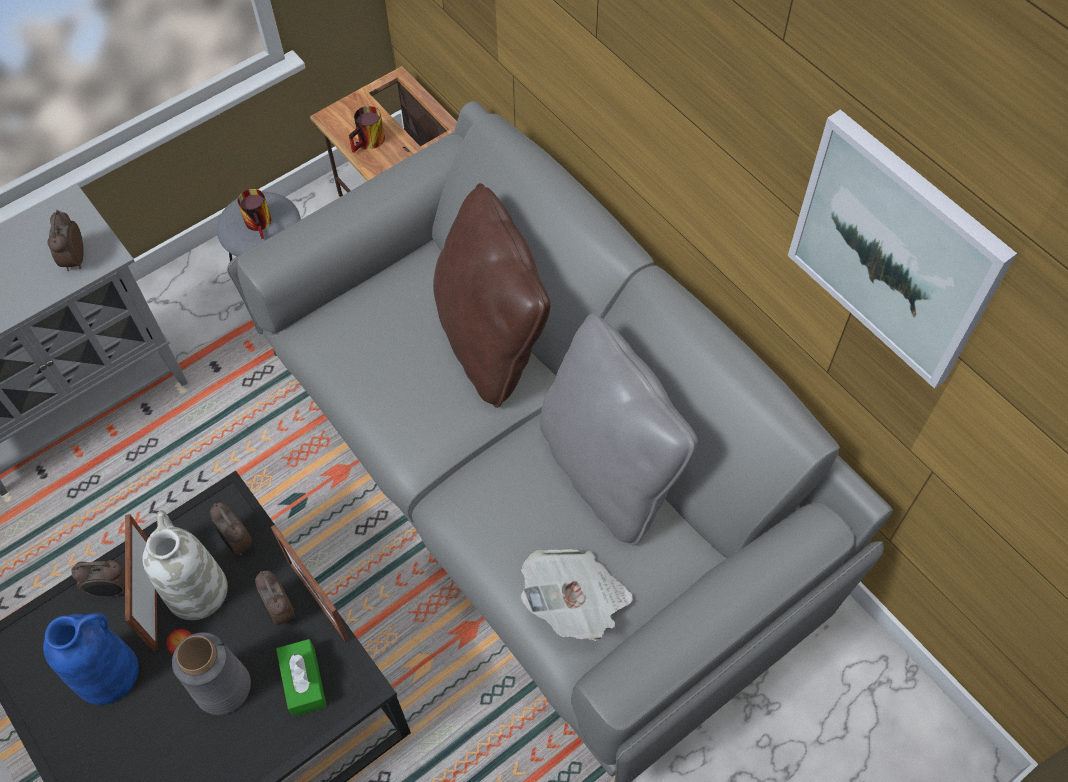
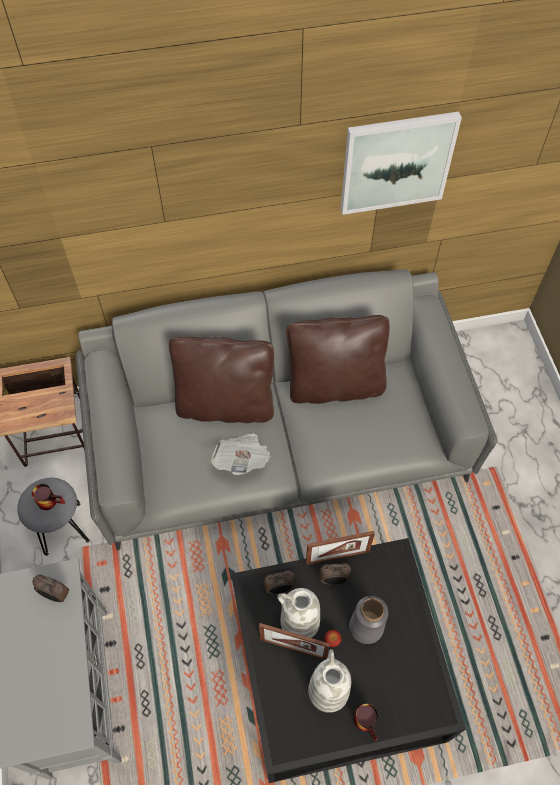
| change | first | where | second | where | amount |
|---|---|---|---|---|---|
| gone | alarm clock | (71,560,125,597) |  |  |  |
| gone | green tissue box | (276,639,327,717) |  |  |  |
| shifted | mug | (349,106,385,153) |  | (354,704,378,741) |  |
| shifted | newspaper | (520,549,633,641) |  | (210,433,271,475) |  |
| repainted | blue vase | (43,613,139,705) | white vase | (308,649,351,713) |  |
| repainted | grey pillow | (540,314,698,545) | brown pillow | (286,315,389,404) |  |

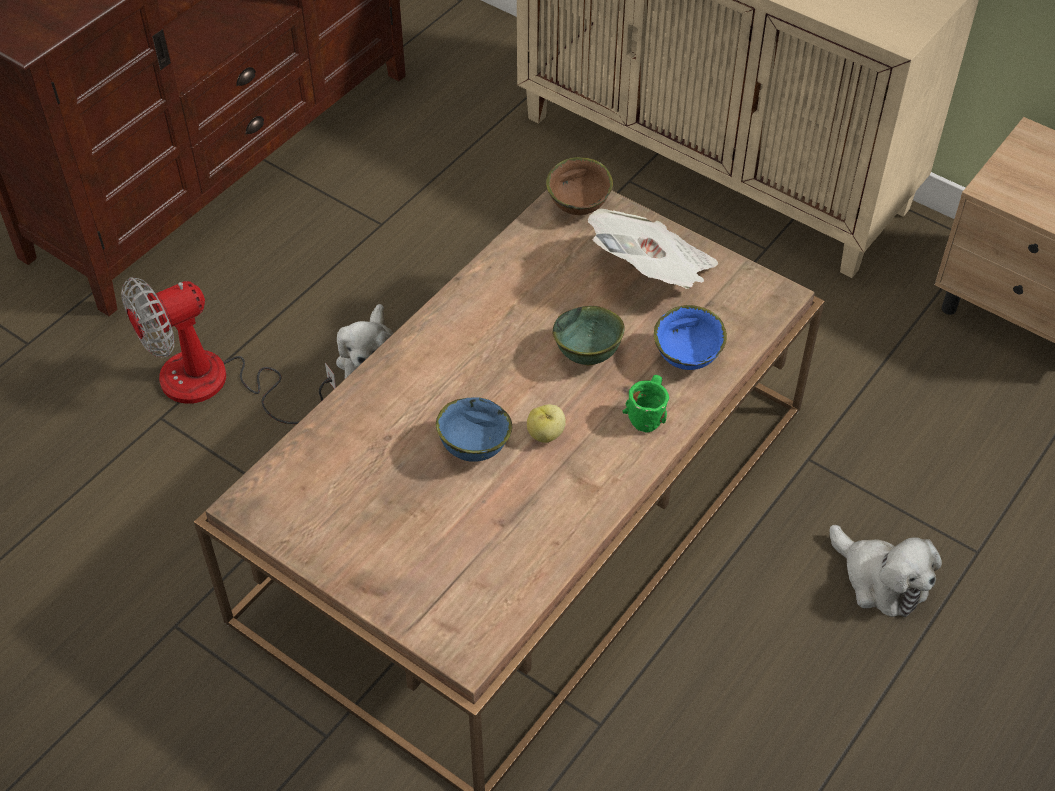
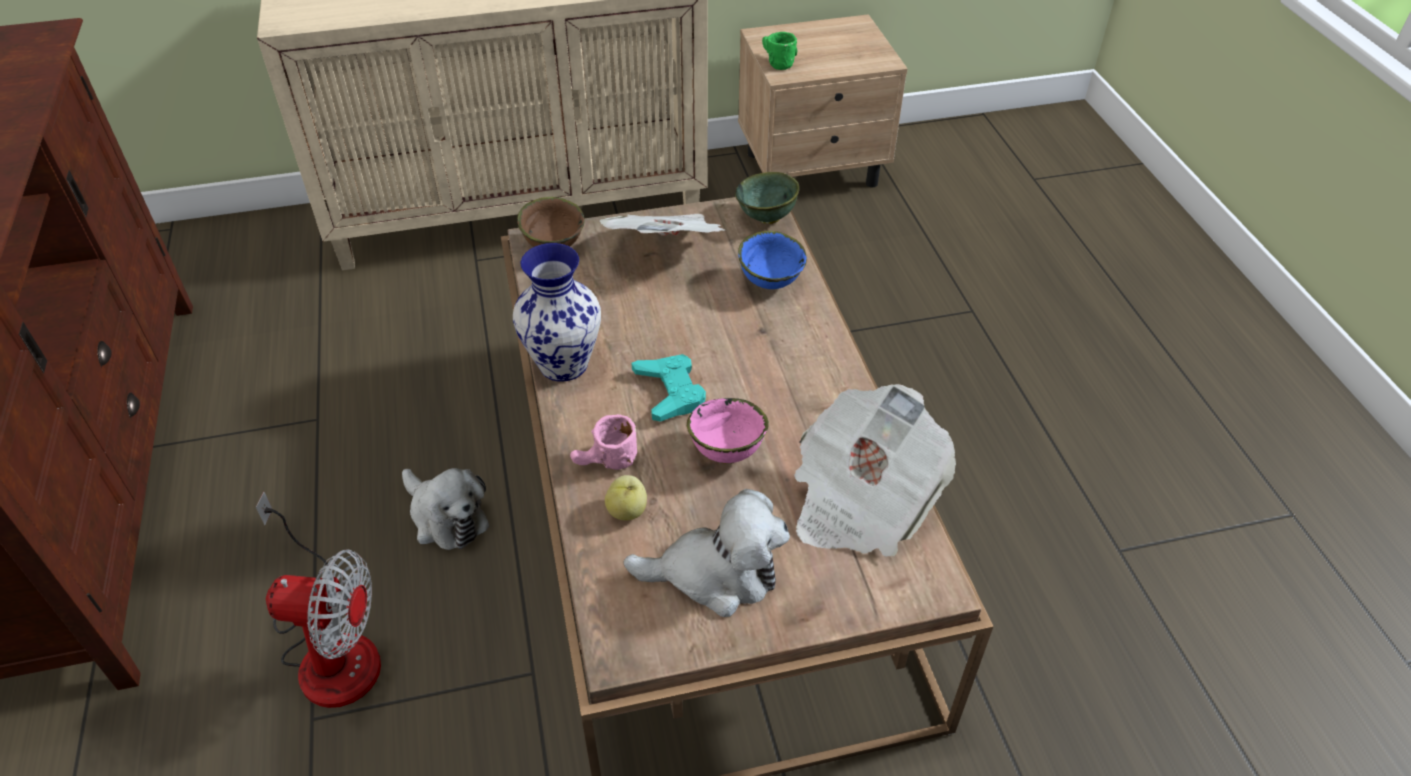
| change | first | where | second | where | amount |
|---|---|---|---|---|---|
| new |  |  | vase | (513,243,601,382) |  |
| new |  |  | pink mug | (570,414,637,470) |  |
| new |  |  | turquoise game controller | (632,354,706,422) |  |
| new |  |  | newspaper | (794,384,956,557) |  |
| shifted | apple | (527,404,566,443) |  | (605,475,647,521) |  |
| shifted | green bowl | (553,306,625,365) |  | (735,172,799,224) |  |
| shifted | green mug | (623,375,669,433) |  | (762,32,797,70) |  |
| shifted | plush toy | (829,525,942,617) |  | (623,489,790,617) |  |
| repainted | blue bowl | (436,397,512,462) | pink bowl | (687,398,769,464) |  |
| rotated | fan | (121,277,336,424) |  | (256,492,381,708) | 90 degrees counterclockwise |

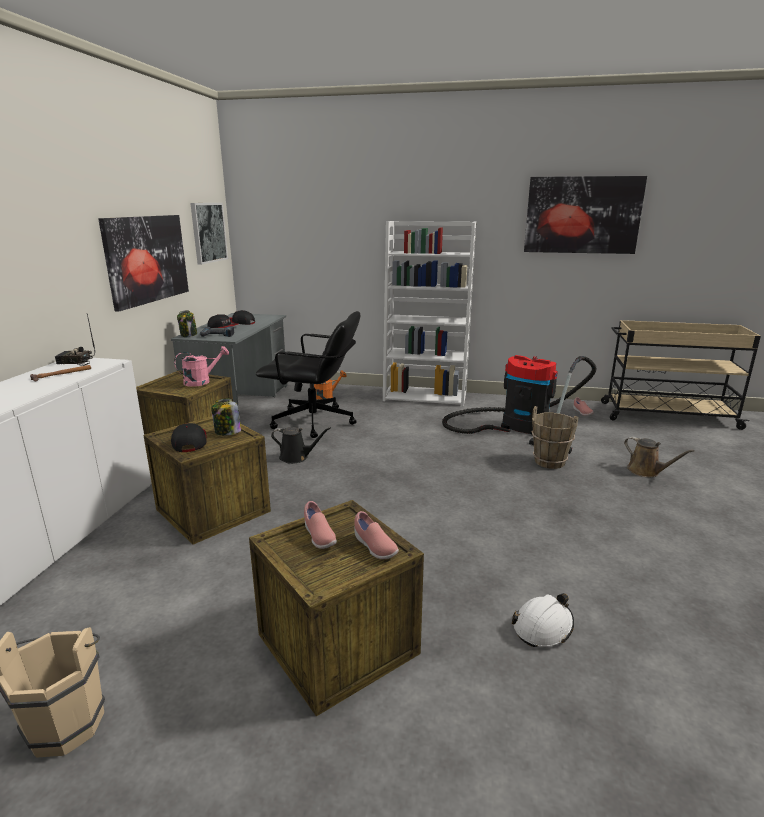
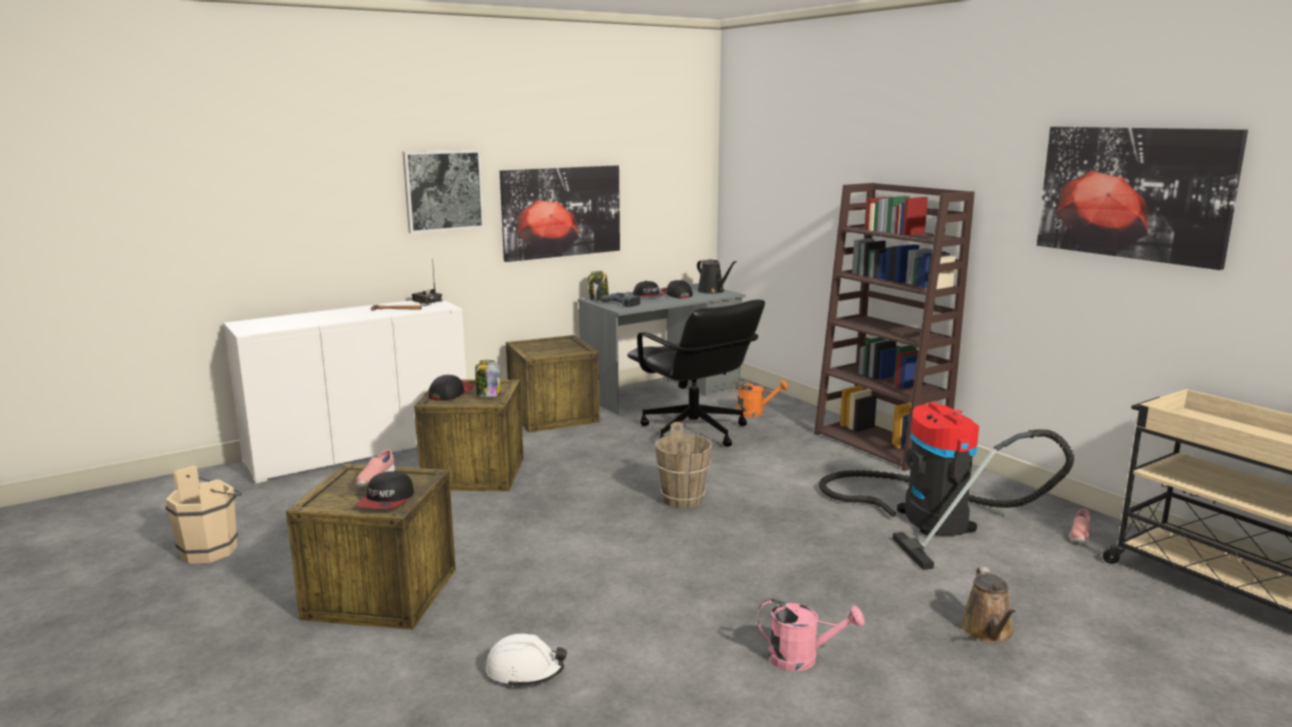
| change | first | where | second | where | amount |
|---|---|---|---|---|---|
| shifted | pink watering can | (174,346,229,387) |  | (757,599,864,671) |  |
| shifted | picture | (190,203,228,265) |  | (403,149,485,234) |  |
| shifted | black watering can | (271,427,331,464) |  | (697,259,736,294) |  |
| shifted | brown bucket | (531,406,578,469) |  | (655,422,712,508) |  |
| swapped | pink shoe | (354,511,399,559) | cap | (356,471,414,509) |  |
| repainted | white bookcase | (383,221,476,407) | brown bookcase | (814,183,975,471) |  |

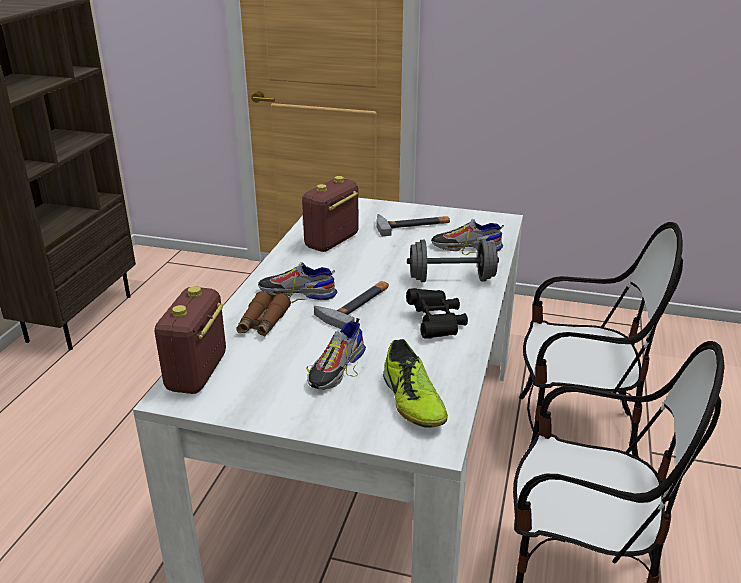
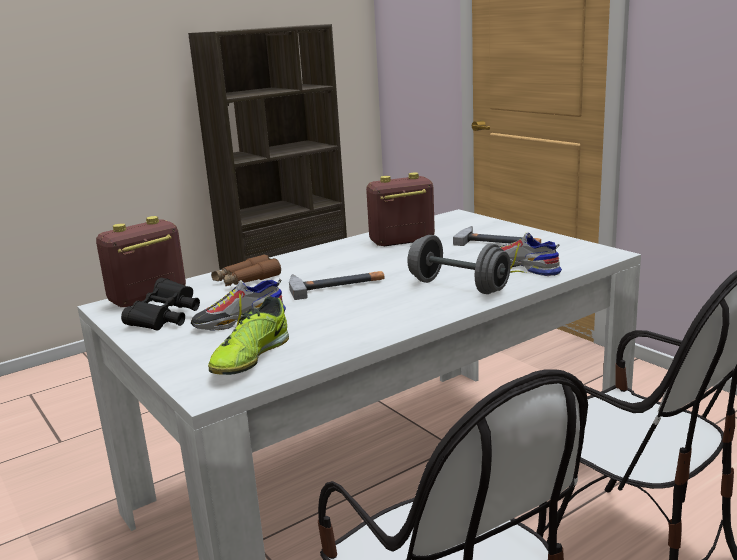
| change | first | where | second | where | amount |
|---|---|---|---|---|---|
| gone | shoe | (258,262,337,303) |  |  |  |
| shifted | black binoculars | (406,288,468,339) |  | (121,278,200,331) |  |

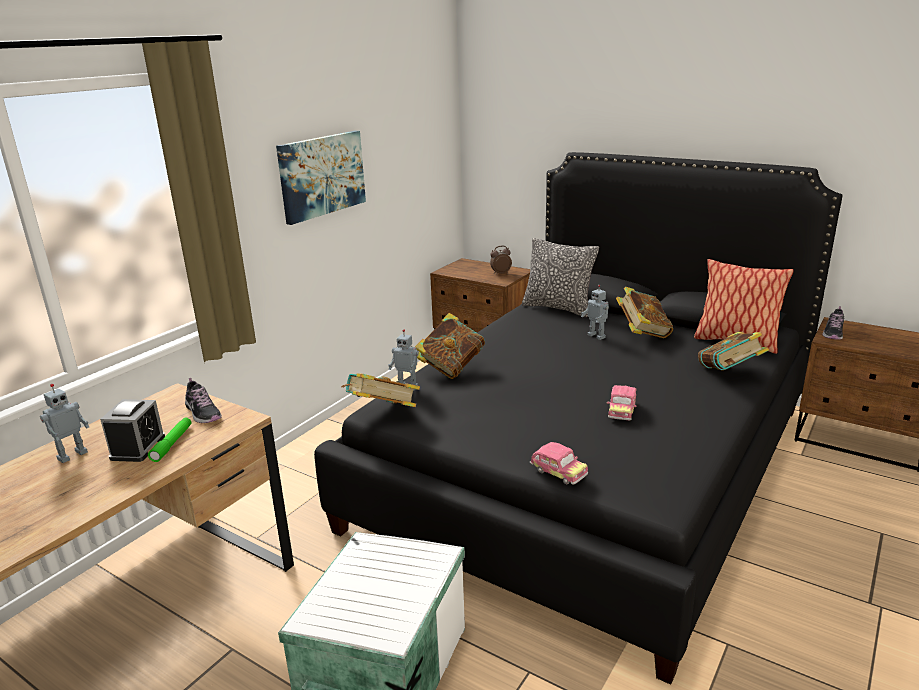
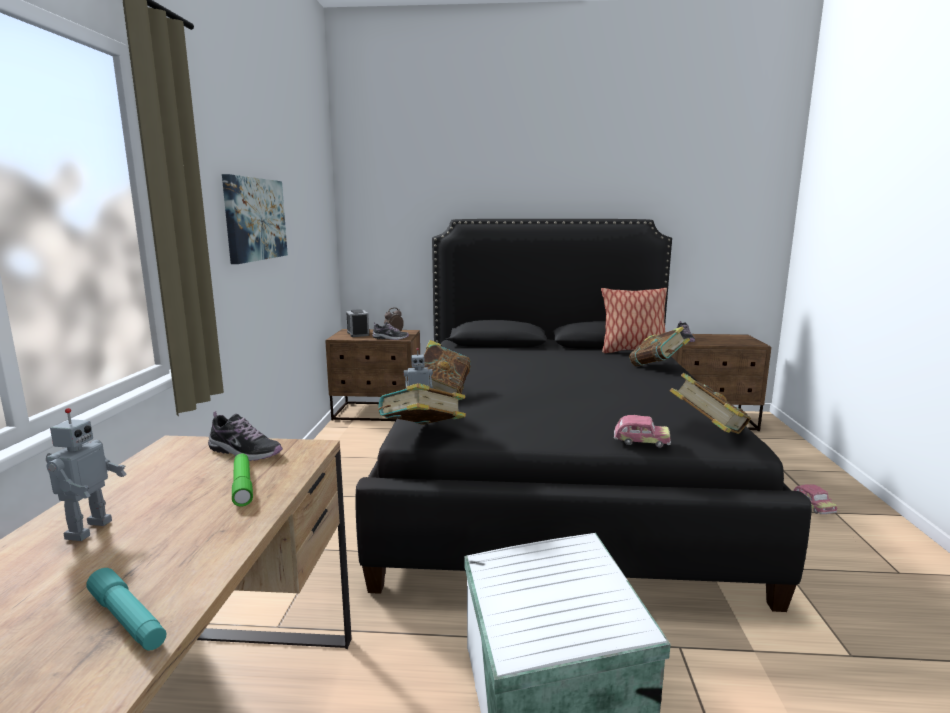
| change | first | where | second | where | amount |
|---|---|---|---|---|---|
| gone | pillow | (522,238,599,317) |  |  |  |
| gone | toy robot | (581,285,609,340) |  |  |  |
| new |  |  | turquoise flashlight | (86,568,166,651) |  |
| new |  |  | shoe | (372,322,409,340) |  |
| shifted | alarm clock | (100,399,165,462) |  | (346,309,370,337) |  |
| shifted | toy car | (607,385,637,421) |  | (794,484,837,514) |  |
| shifted | book | (616,287,673,338) |  | (670,373,751,434) |  |

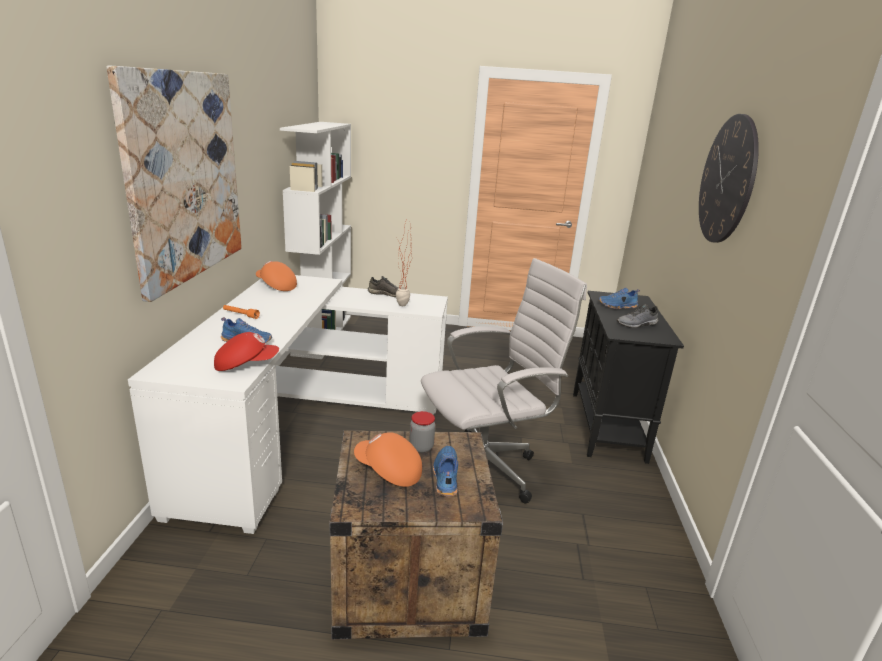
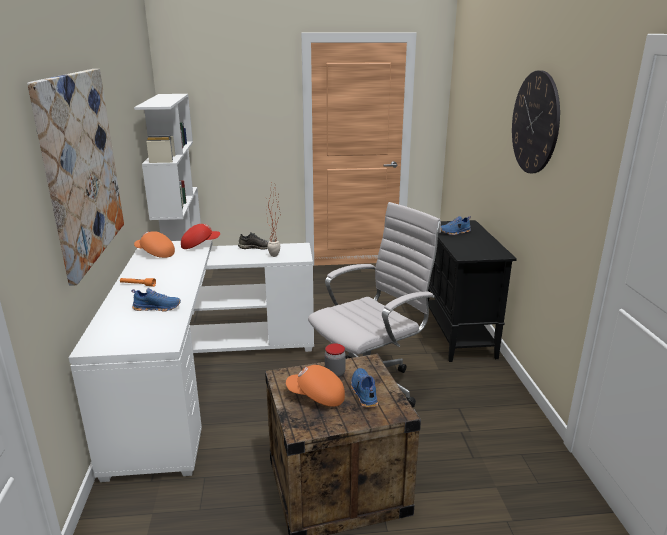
| change | first | where | second | where | amount |
|---|---|---|---|---|---|
| gone | grey shoe | (617,304,658,328) |  |  |  |
| shifted | red cap | (214,332,279,371) |  | (181,224,220,249) |  |

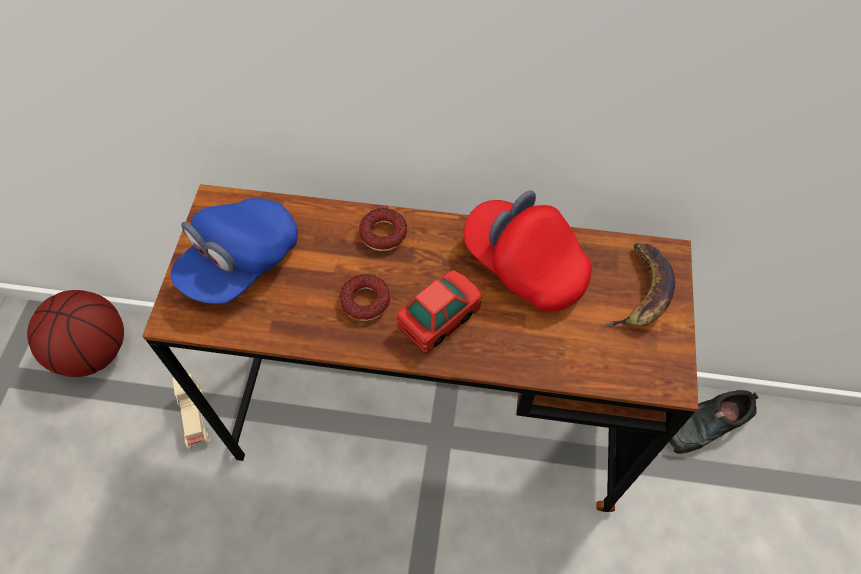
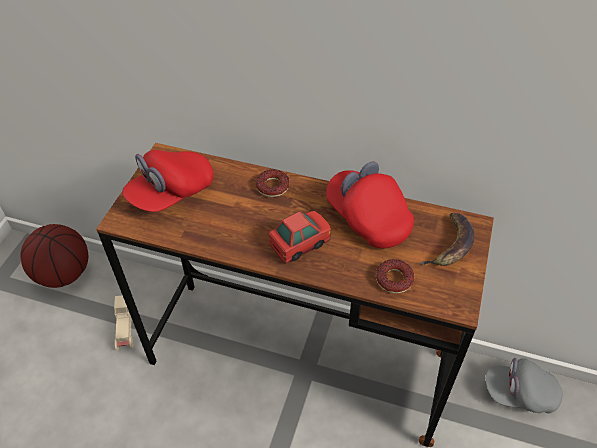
| change | first | where | second | where | amount |
|---|---|---|---|---|---|
| shifted | donut | (340,274,391,321) |  | (376,259,414,294) |  |
| swapped | black shoe | (669,390,758,454) | grey cap | (486,358,563,413) |  |
| repainted | blue cap | (171,198,298,304) | red cap | (122,150,214,212) |  |

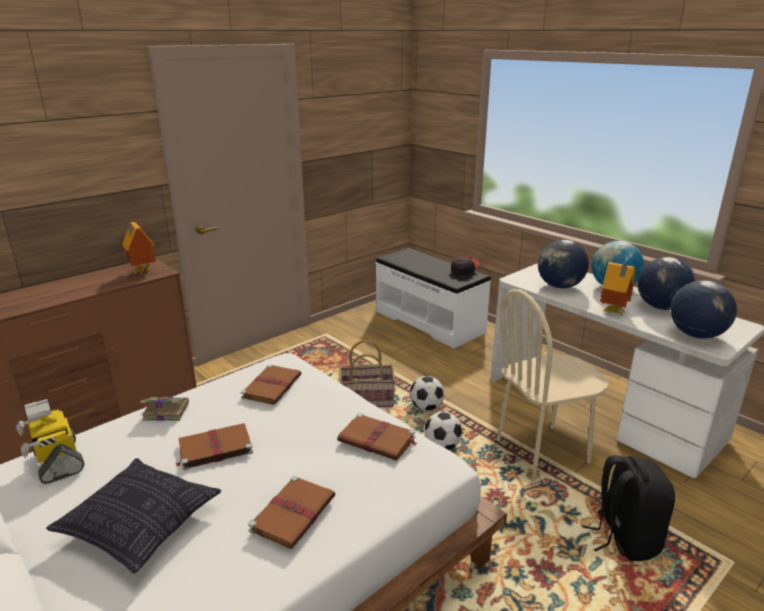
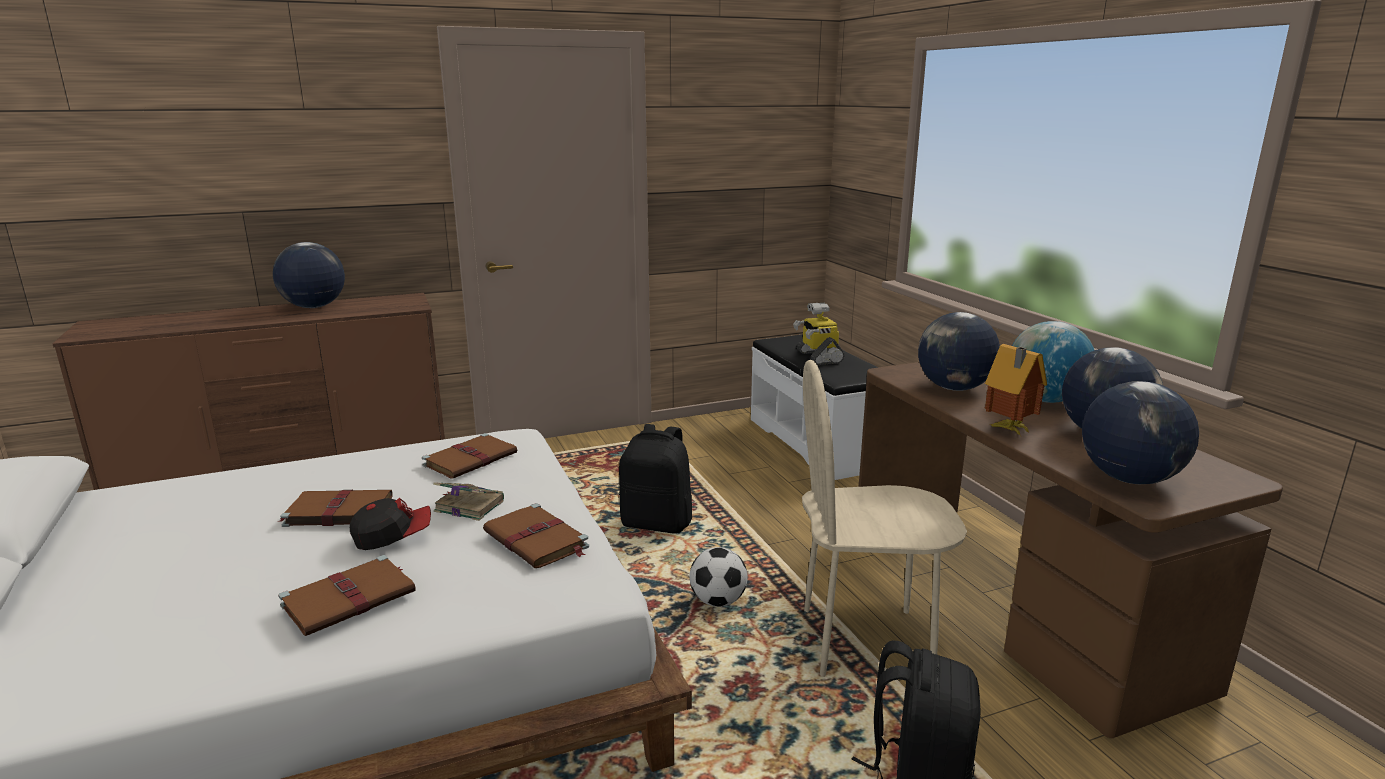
| change | first | where | second | where | amount |
|---|---|---|---|---|---|
| gone | pillow | (46,458,221,573) |  |  |  |
| gone | toy house | (122,222,156,274) |  |  |  |
| gone | football | (410,376,445,411) |  |  |  |
| new |  |  | globe | (273,242,345,308) |  |
| shifted | toy robot | (16,399,85,484) |  | (793,303,844,365) |  |
| shifted | book | (140,397,189,421) |  | (433,483,504,521) |  |
| shifted | cap | (451,256,480,276) |  | (350,498,431,550) |  |
| swapped | basket | (339,340,395,407) | black backpack | (619,424,692,534) |  |
| repainted | white desk | (491,263,764,478) | brown desk | (859,362,1283,738) |  |

